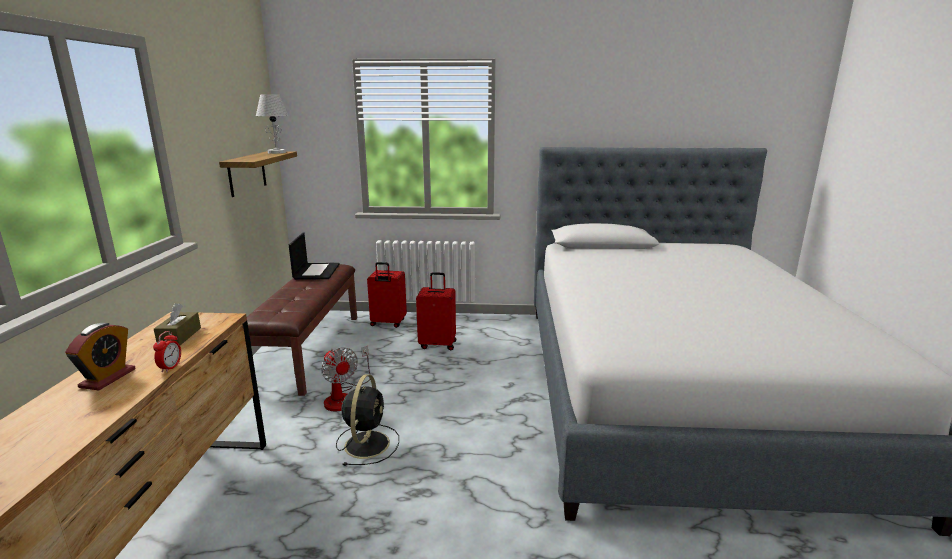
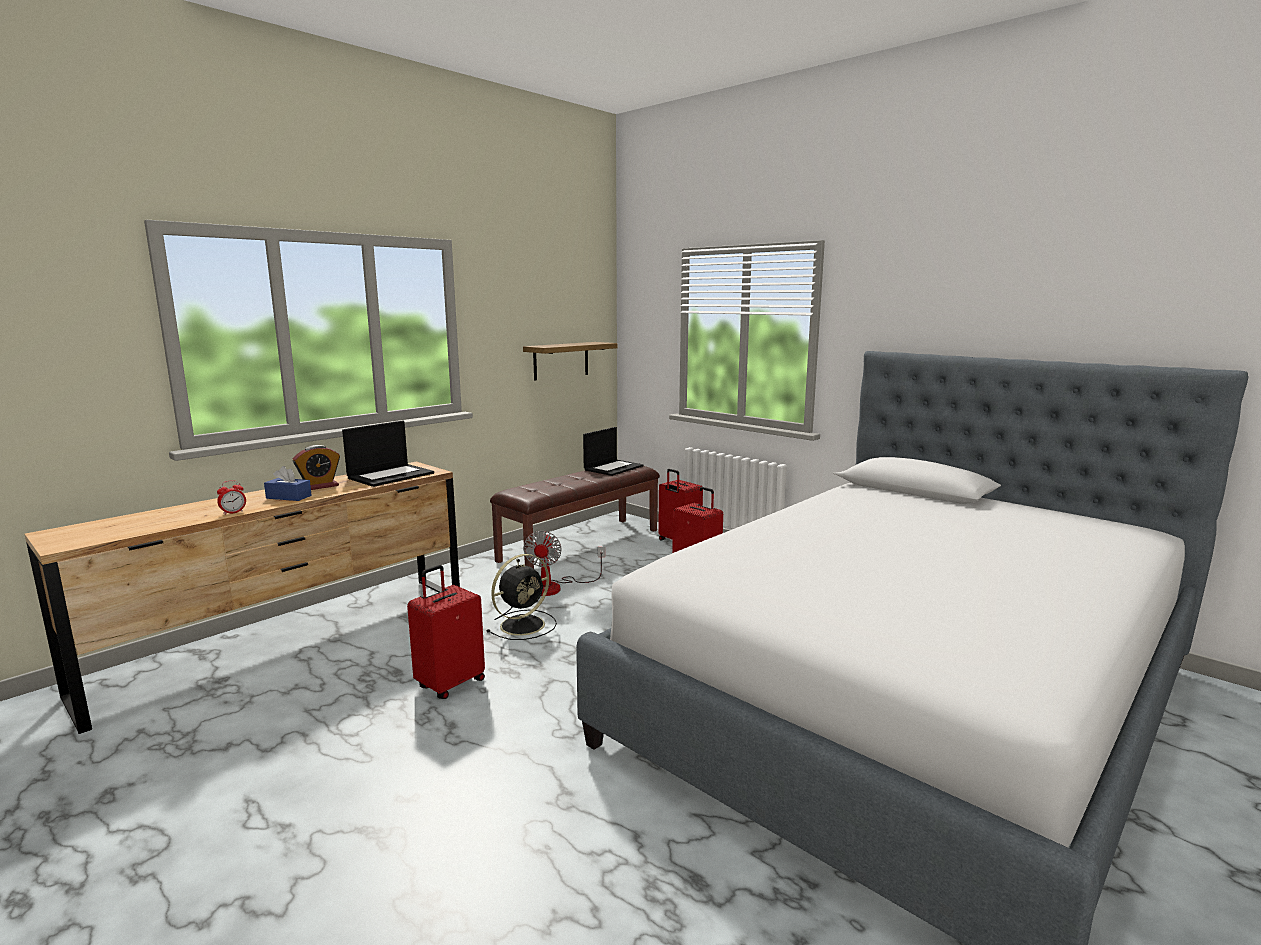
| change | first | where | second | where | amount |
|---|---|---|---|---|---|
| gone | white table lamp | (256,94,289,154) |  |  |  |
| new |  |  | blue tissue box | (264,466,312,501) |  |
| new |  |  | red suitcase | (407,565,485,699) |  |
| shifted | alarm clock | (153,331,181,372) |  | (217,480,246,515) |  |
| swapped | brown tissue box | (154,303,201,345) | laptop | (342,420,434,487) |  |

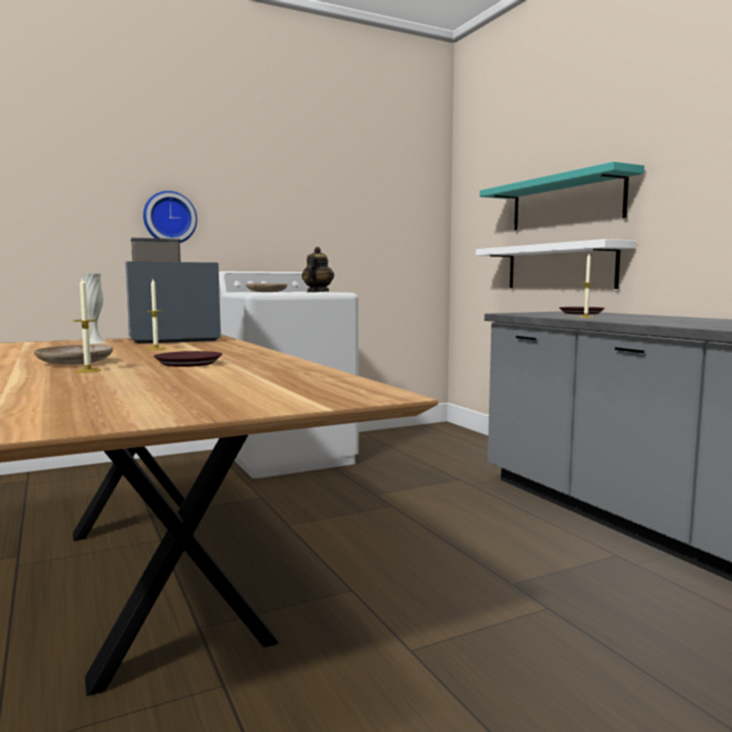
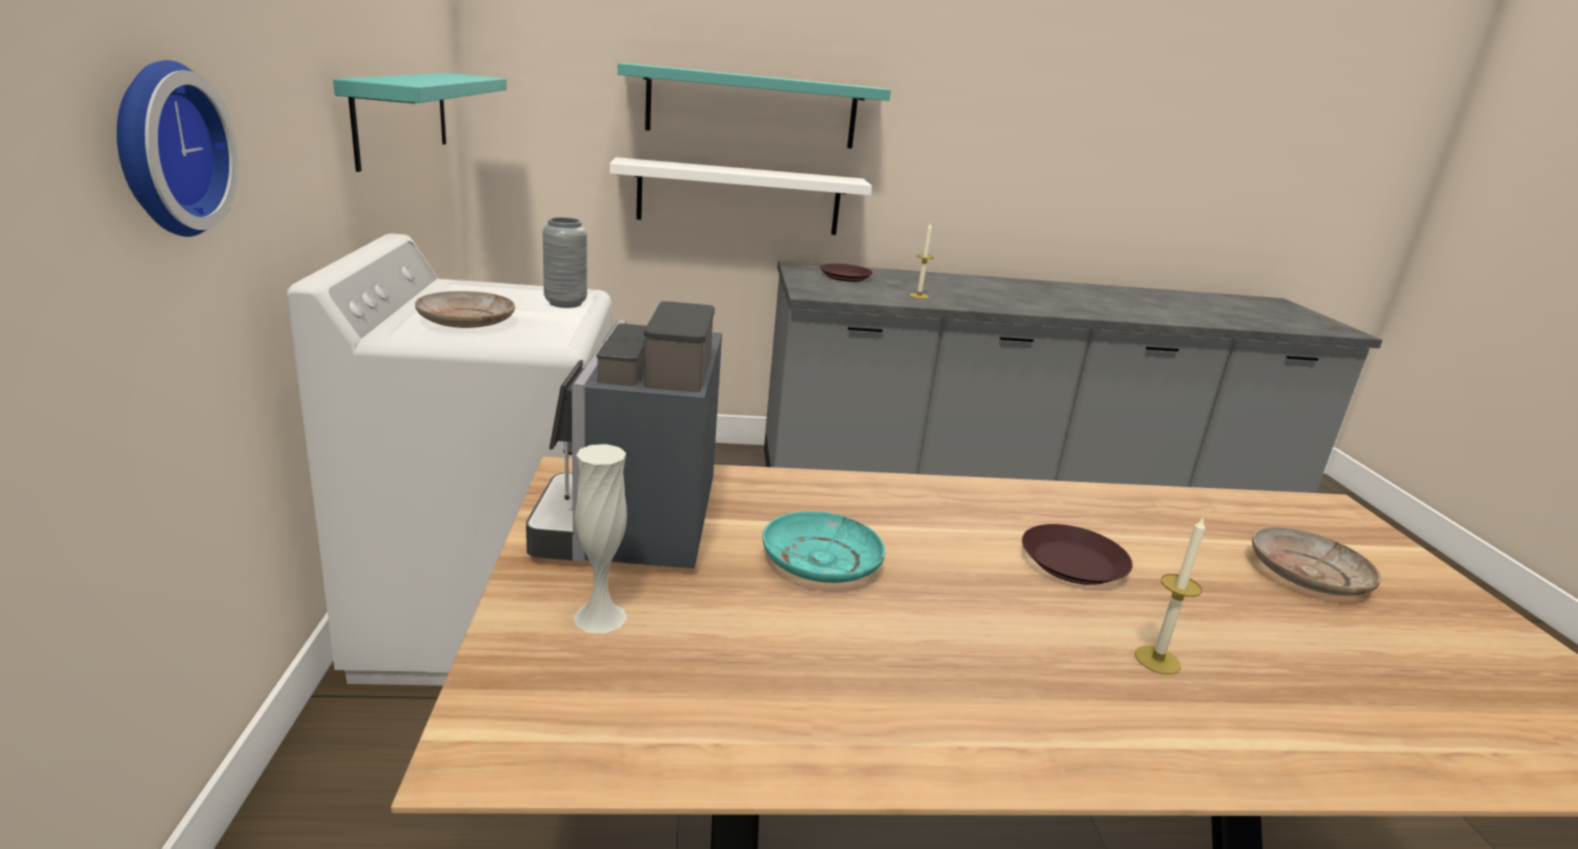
| change | first | where | second | where | amount |
|---|---|---|---|---|---|
| new |  |  | turquoise shelf | (333,73,507,172) |  |
| shifted | beige plate | (34,345,113,365) |  | (1252,527,1381,596) |  |
| swapped | candle | (146,279,166,350) | turquoise plate | (762,511,885,583) |  |
| swapped | teapot | (302,247,334,292) | grey vase | (543,217,587,308) |  |

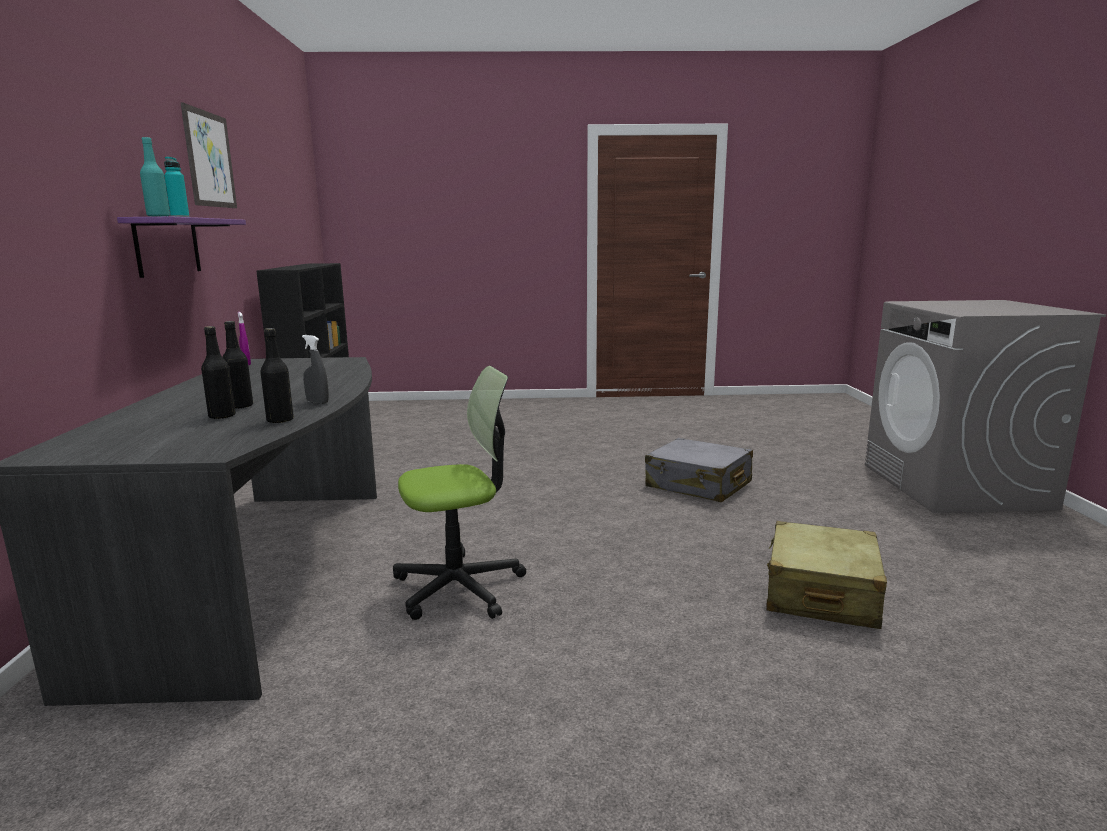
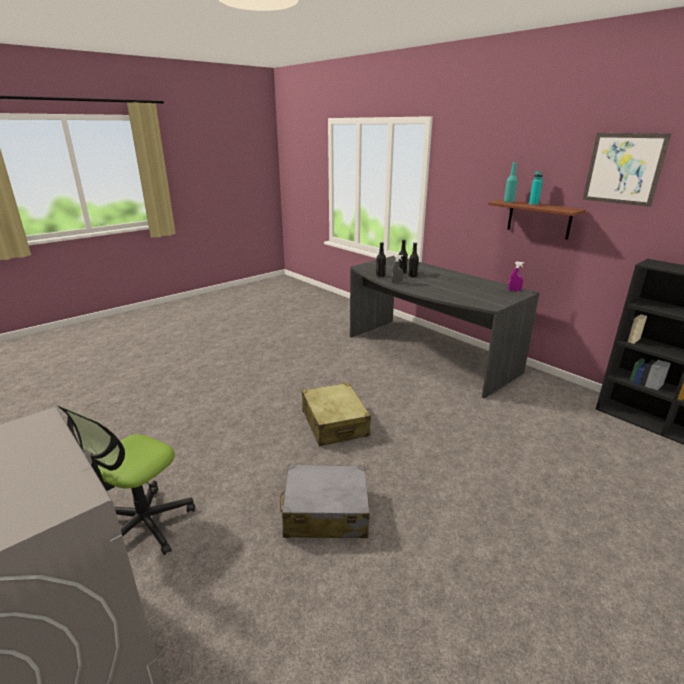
| change | first | where | second | where | amount |
|---|---|---|---|---|---|
| shifted | office chair | (393,366,526,620) |  | (57,405,195,555) |  |
| shifted | beige suitcase | (766,521,887,629) |  | (302,383,371,446) |  |
| repainted | purple shelf | (117,217,246,278) | brown shelf | (488,200,586,240) |  |

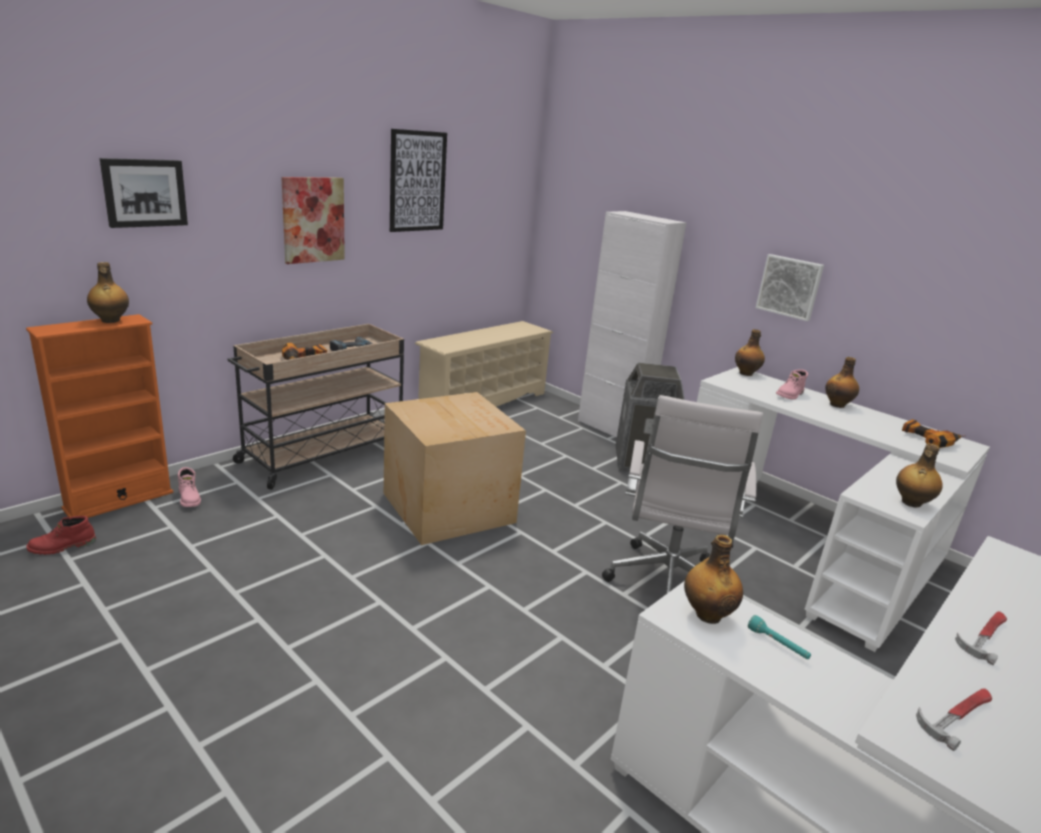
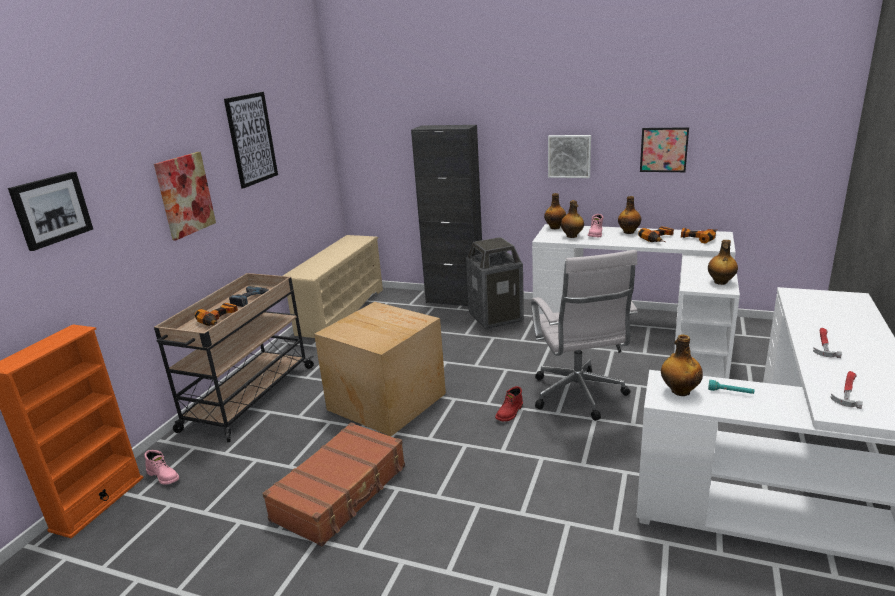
| change | first | where | second | where | amount |
|---|---|---|---|---|---|
| new |  |  | brown suitcase | (262,422,405,547) |  |
| new |  |  | power drill | (638,226,674,242) |  |
| new |  |  | picture | (640,127,689,172) |  |
| shifted | red boot | (26,516,96,555) |  | (495,386,523,422) |  |
| shifted | bottle | (87,262,129,323) |  | (561,200,584,238) |  |
| repainted | white cabinet | (578,211,686,438) | black cabinet | (411,125,482,306) |  |

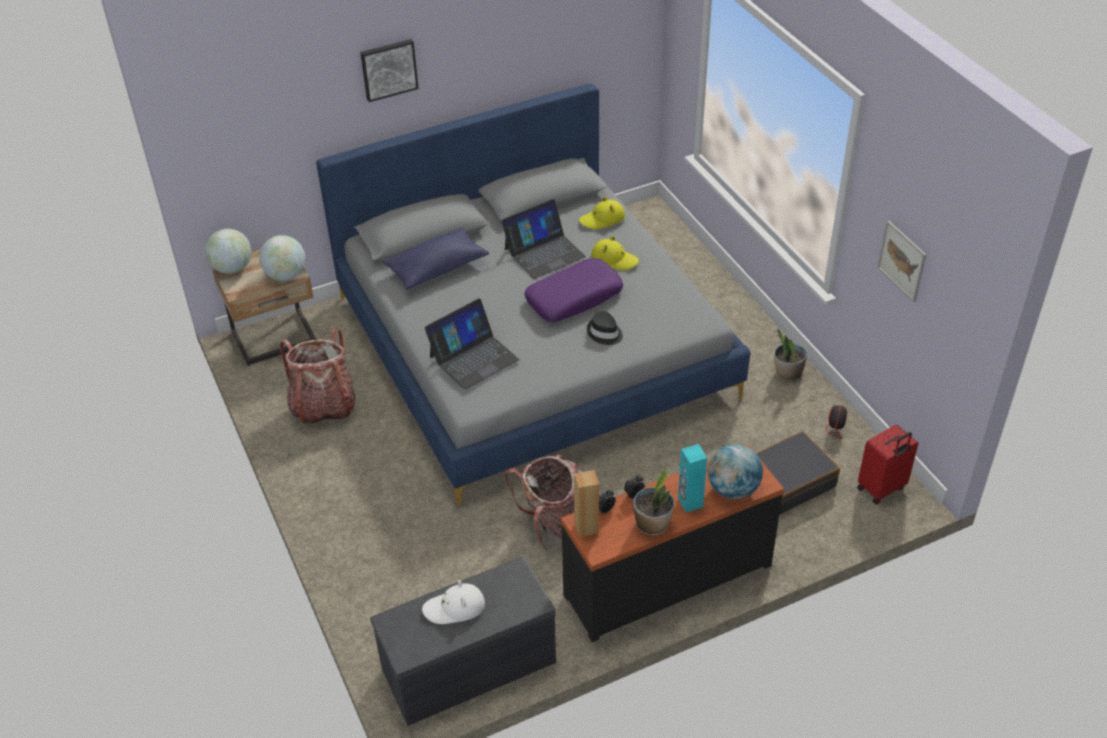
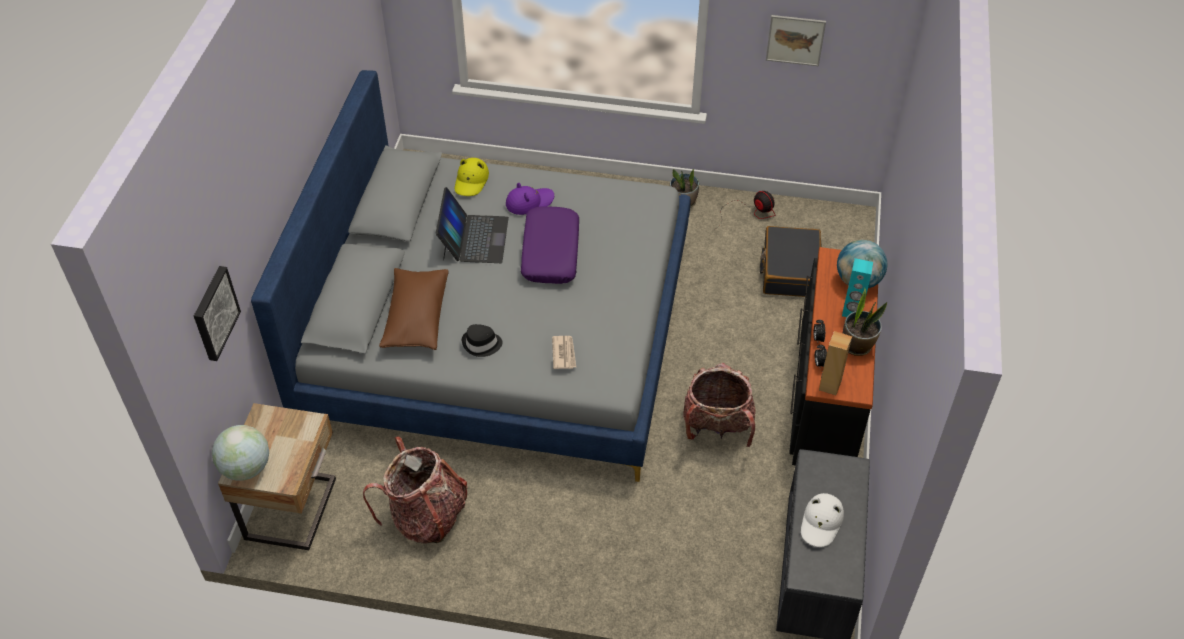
| change | first | where | second | where | amount |
|---|---|---|---|---|---|
| gone | globe | (259,235,305,281) |  |  |  |
| gone | red suitcase | (857,424,918,505) |  |  |  |
| shifted | picture | (360,39,419,102) |  | (194,266,241,361) |  |
| shifted | black hat | (587,311,623,345) |  | (462,324,503,357) |  |
| swapped | laptop | (424,298,519,390) | newspaper | (552,336,576,369) |  |
| repainted | blue pillow | (382,227,489,289) | brown pillow | (379,268,448,350) |  |
| repainted | yellow hat | (591,235,639,270) | purple hat | (506,183,554,215) |  |

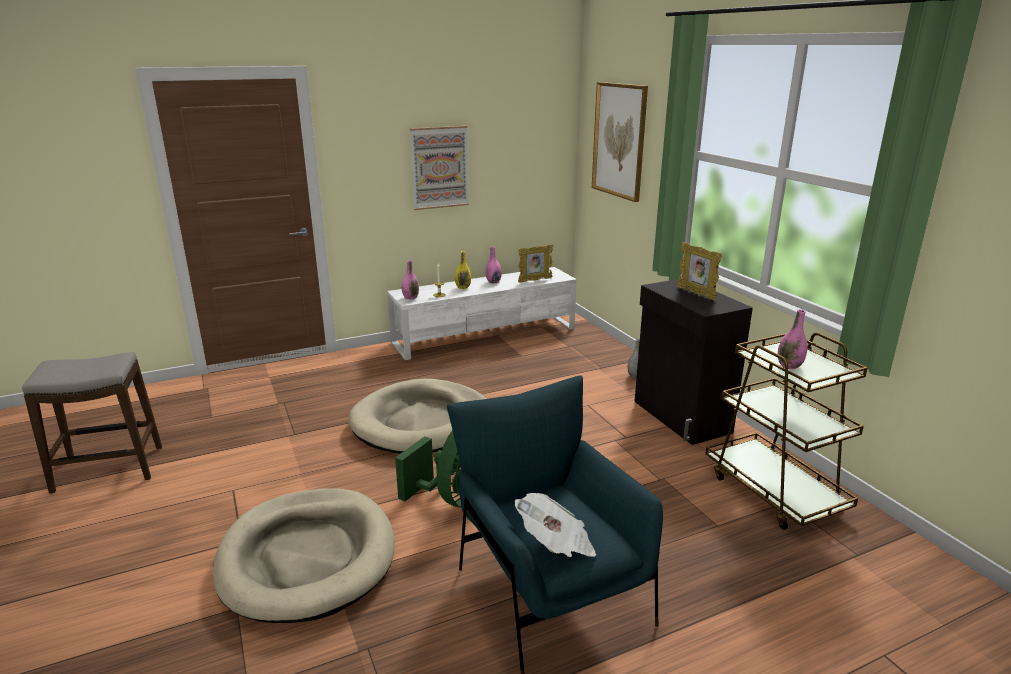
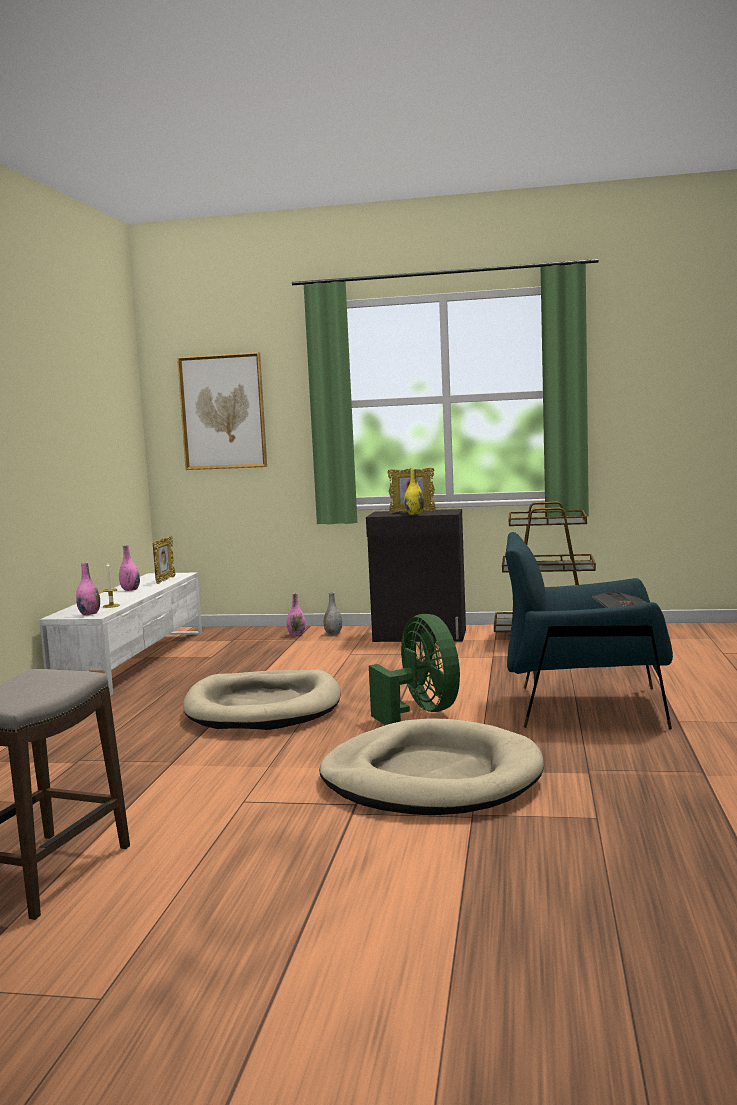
| change | first | where | second | where | amount |
|---|---|---|---|---|---|
| gone | picture | (410,126,469,210) |  |  |  |
| shifted | yellow vase | (455,251,471,289) |  | (404,469,424,515) |  |
| shifted | pink vase | (778,309,808,369) |  | (286,593,305,636) |  |

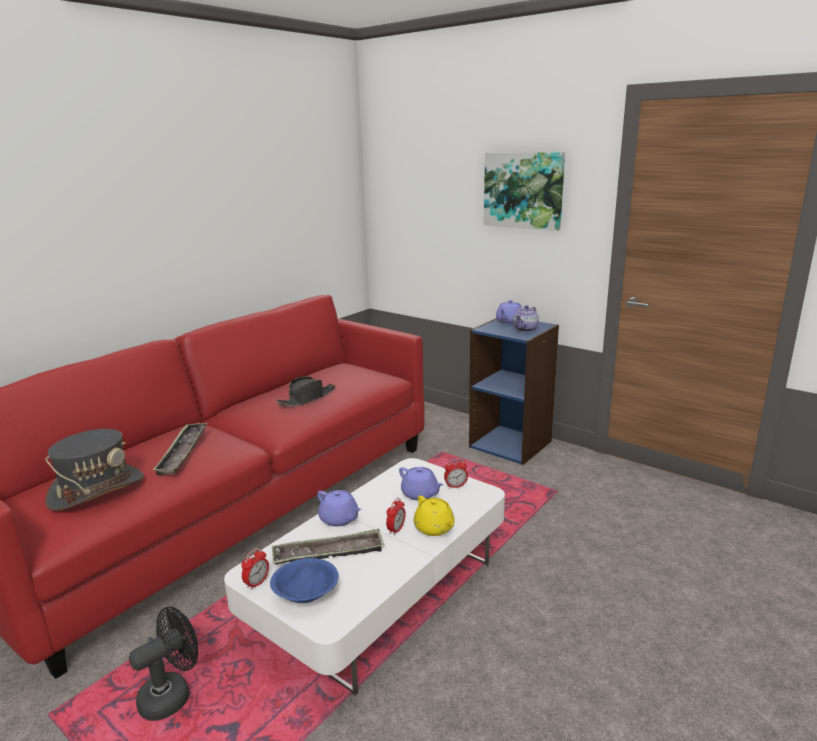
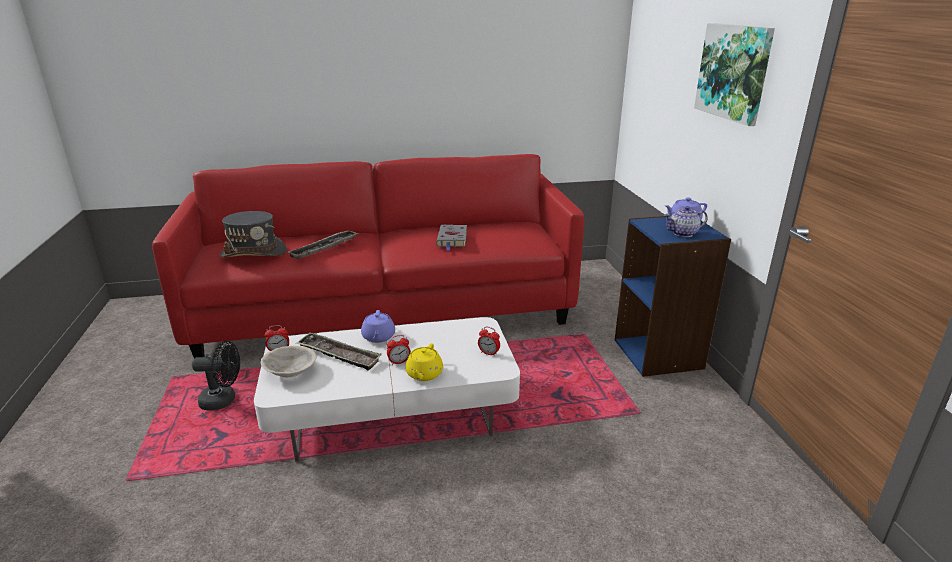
| change | first | where | second | where | amount |
|---|---|---|---|---|---|
| gone | purple teapot | (399,467,443,501) |  |  |  |
| swapped | black hat | (276,376,336,406) | grey book | (436,224,467,251) |  |
| repainted | blue bowl | (270,558,339,603) | beige bowl | (261,346,317,377) |  |

